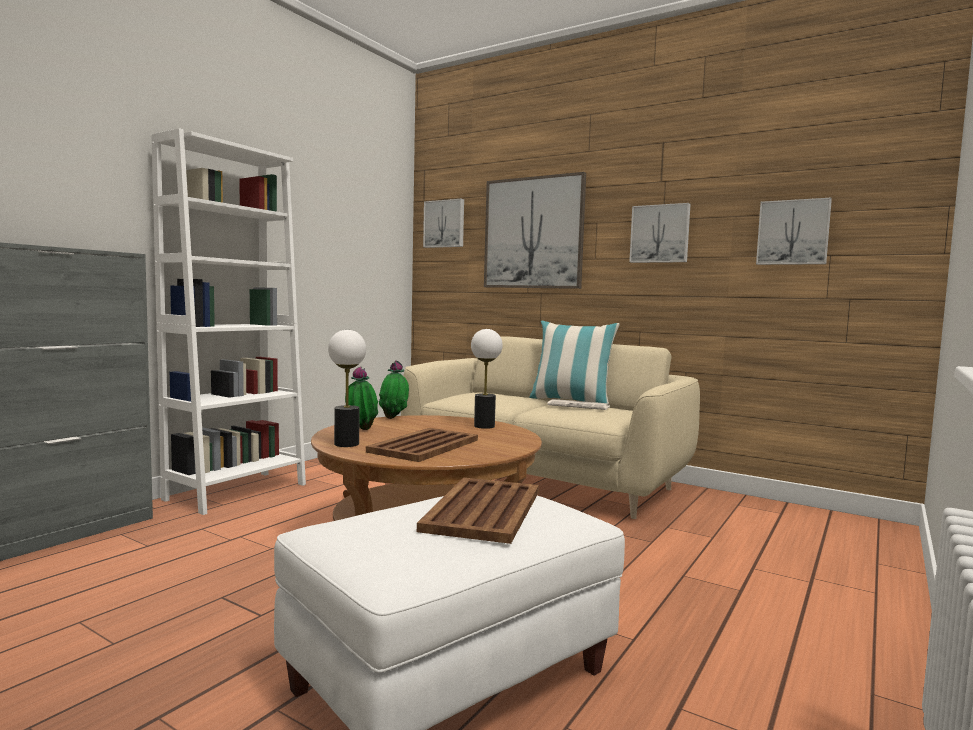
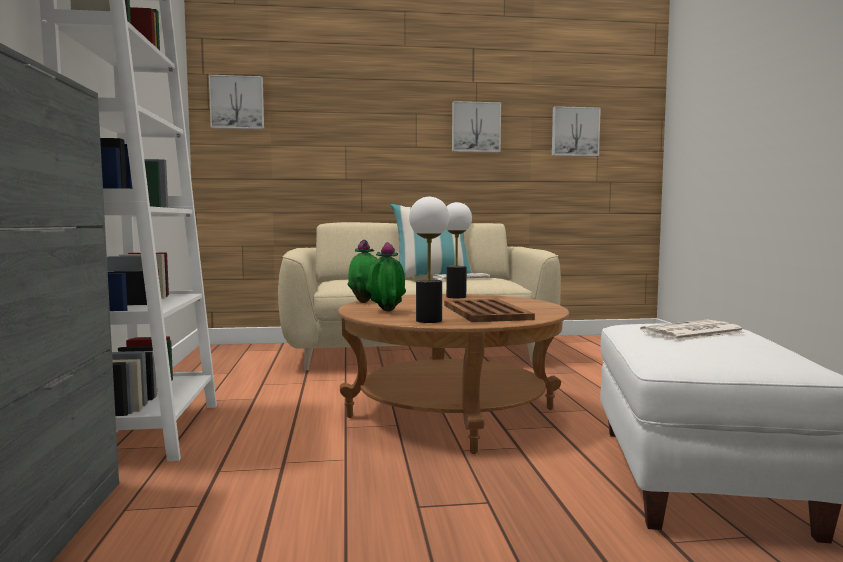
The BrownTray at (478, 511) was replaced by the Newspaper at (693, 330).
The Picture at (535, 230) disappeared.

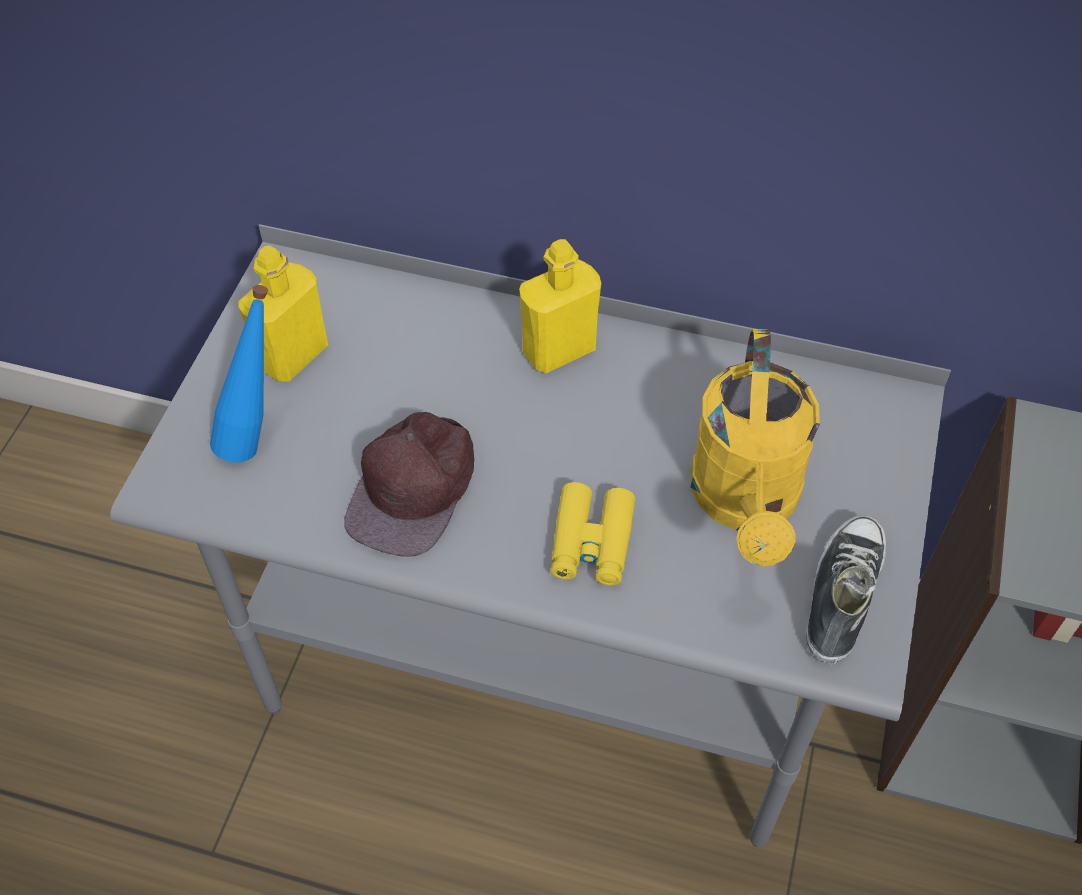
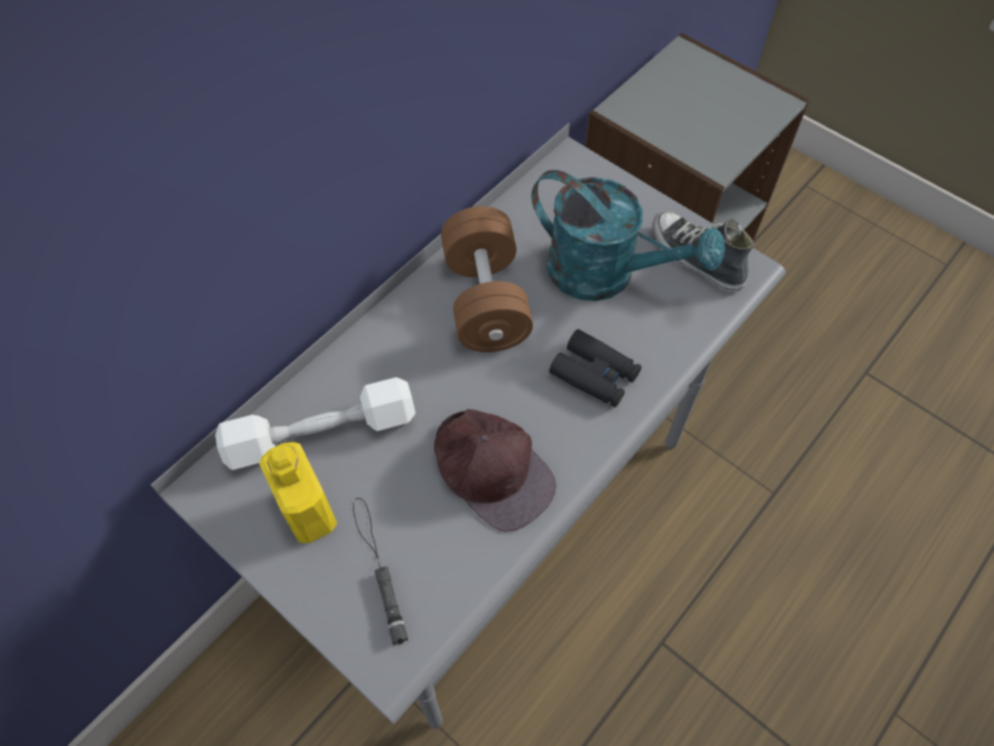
The WhiteDumbbell at (315, 423) appeared.
The BlueBottle at (239, 373) was replaced by the BlackFlashlight at (380, 571).
The BrownDumbbell at (487, 279) appeared.
The YellowWateringCan at (755, 447) became the TurquoiseWateringCan at (628, 235).
The YellowBinoculars at (592, 534) became the BlackBinoculars at (595, 368).
The YellowBottle at (560, 306) disappeared.

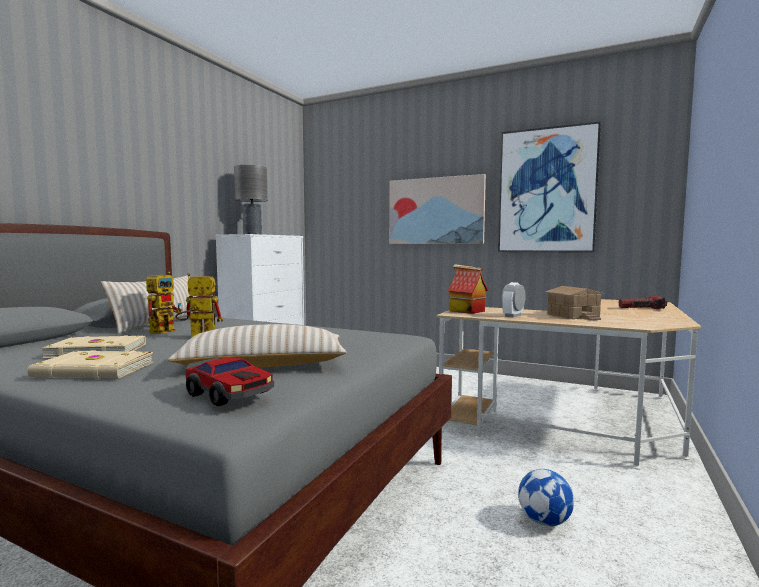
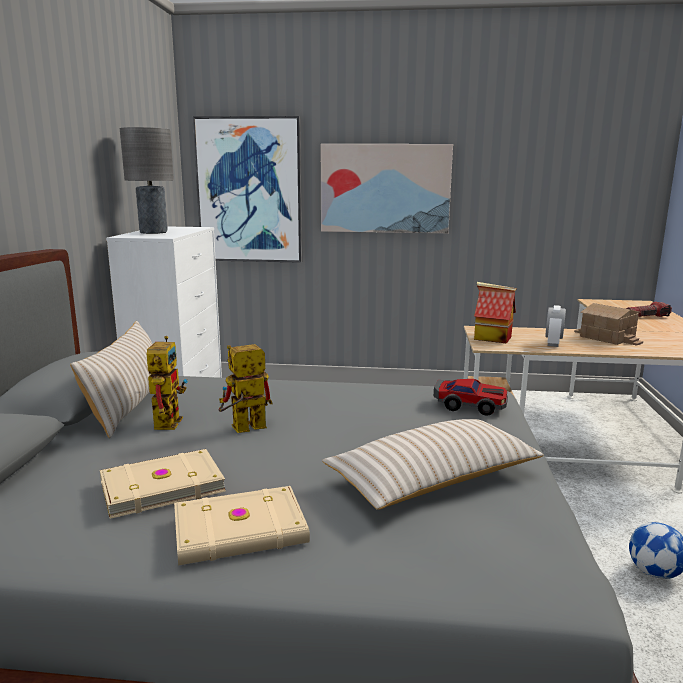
The Picture moved from (549, 187) to (247, 189).
The ToyCar moved from (230, 382) to (470, 397).

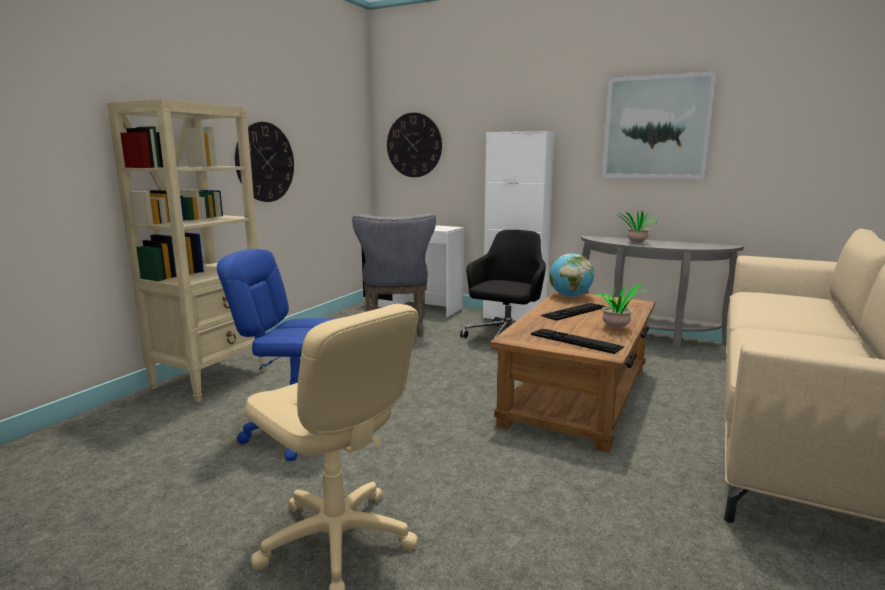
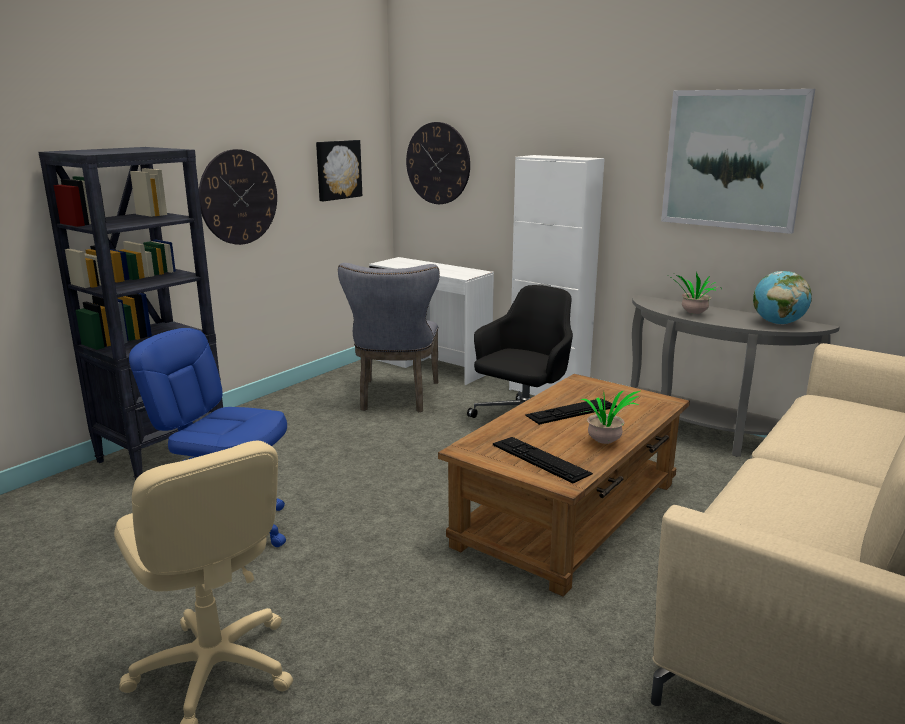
The BeigeBookcase at (186, 250) became the BlackBookcase at (131, 313).
The Picture at (339, 170) appeared.
The Globe moved from (571, 275) to (782, 298).

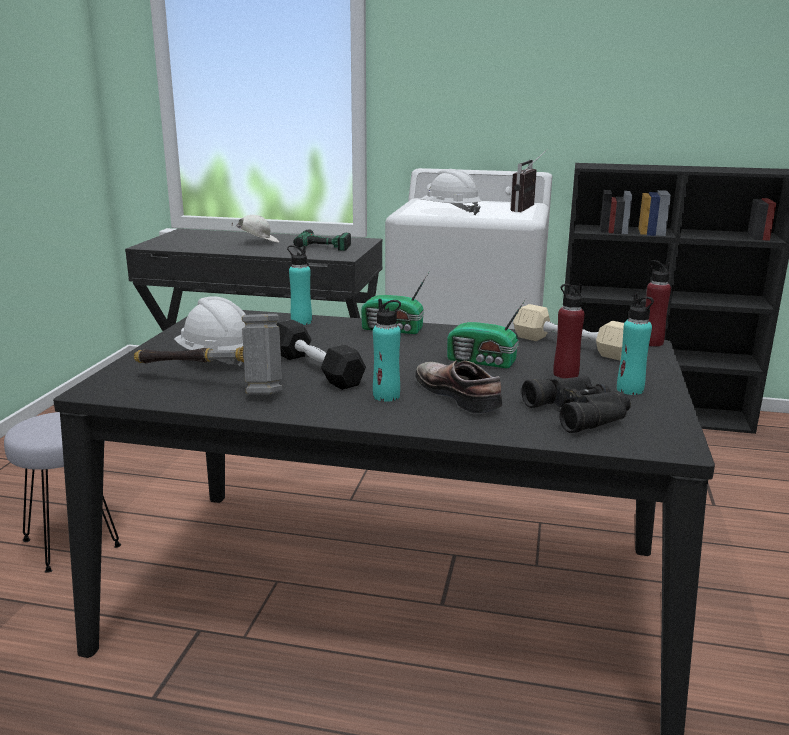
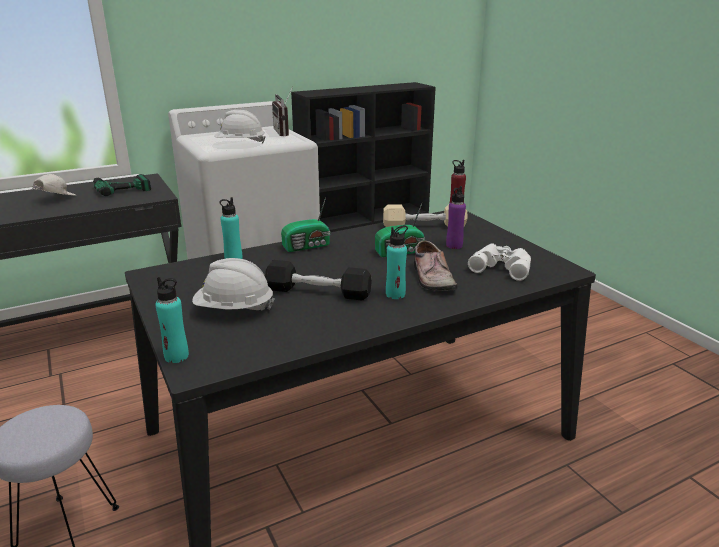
The TurquoiseBottle moved from (635, 344) to (172, 320).
The Shoe at (458, 387) turned 120 degrees counterclockwise.
The RedBottle at (569, 331) became the PurpleBottle at (456, 217).
The BlackBinoculars at (576, 404) became the WhiteBinoculars at (499, 262).
The Hammer at (208, 354) disappeared.

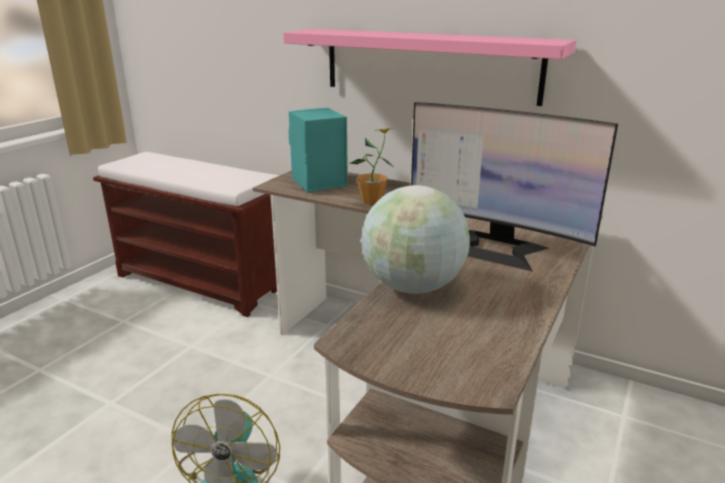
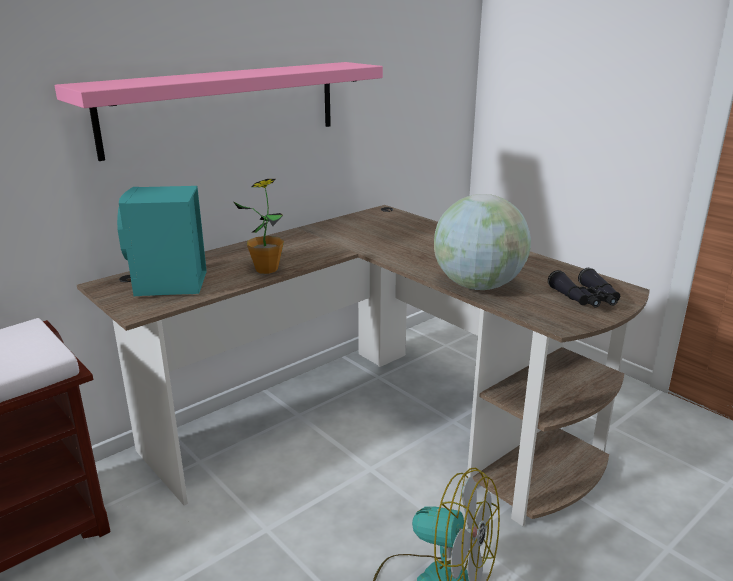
The BlackBinoculars at (584, 287) appeared.
The Monitor at (514, 187) disappeared.

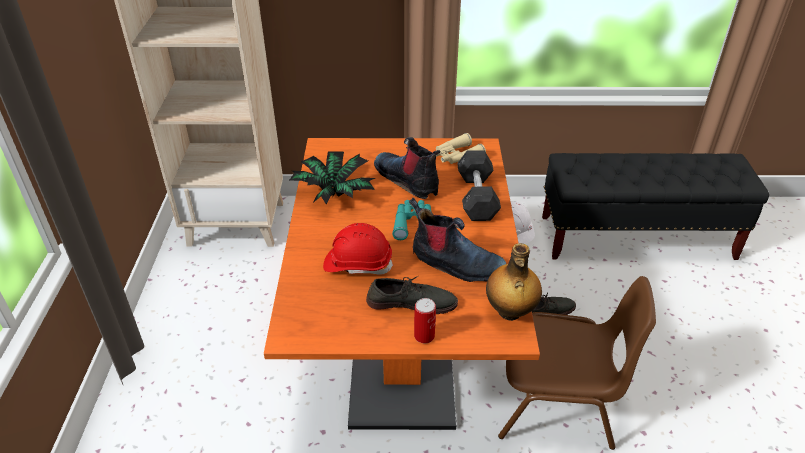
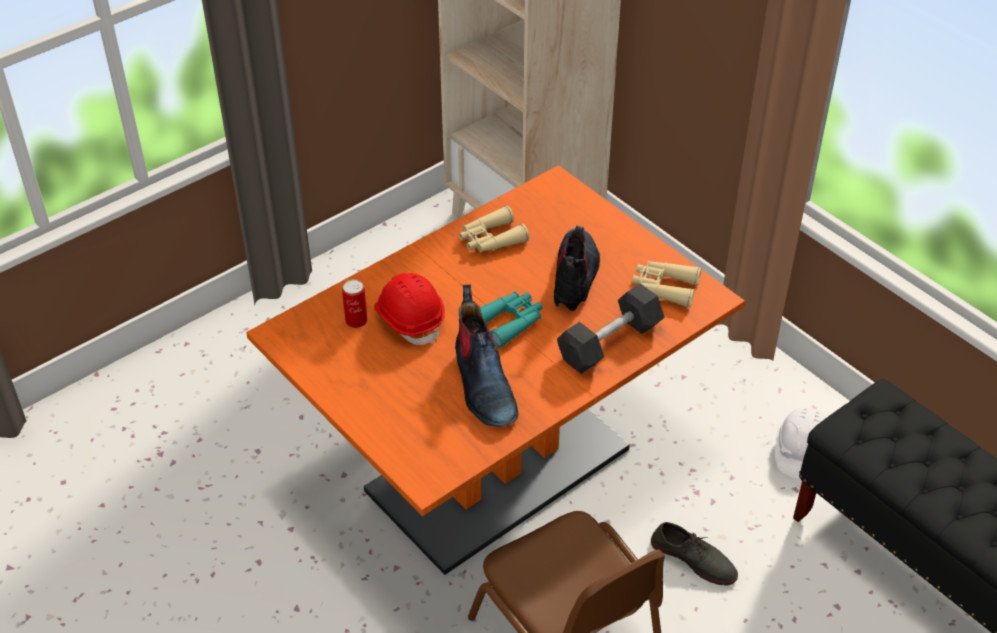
The Can moved from (425, 320) to (354, 304).
The PottedPlant at (332, 178) was replaced by the BeigeBinoculars at (494, 229).
The GreyShoe at (412, 295) disappeared.
The Bottle at (514, 282) disappeared.

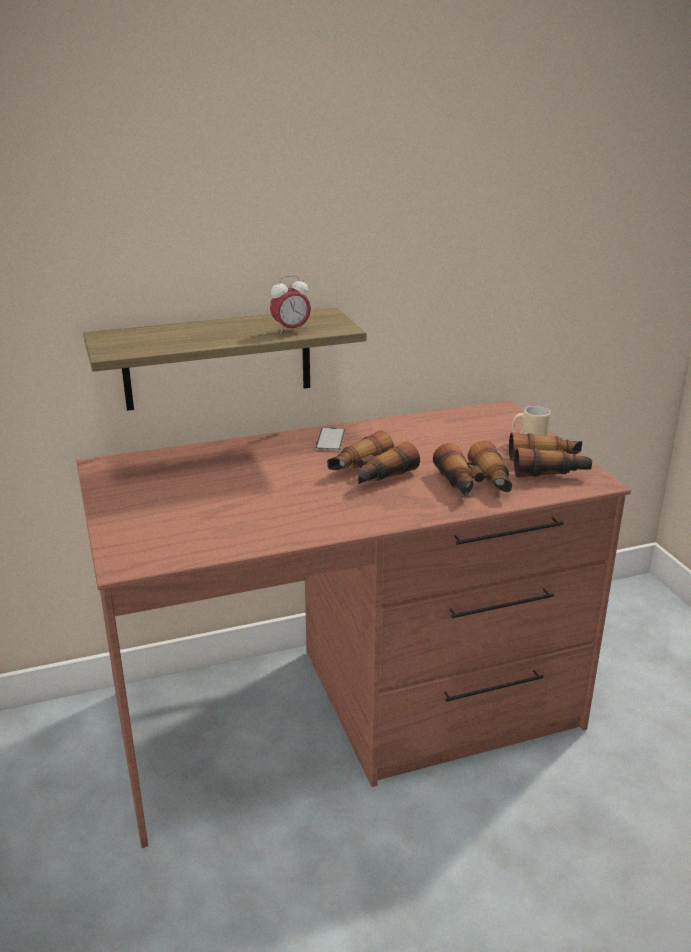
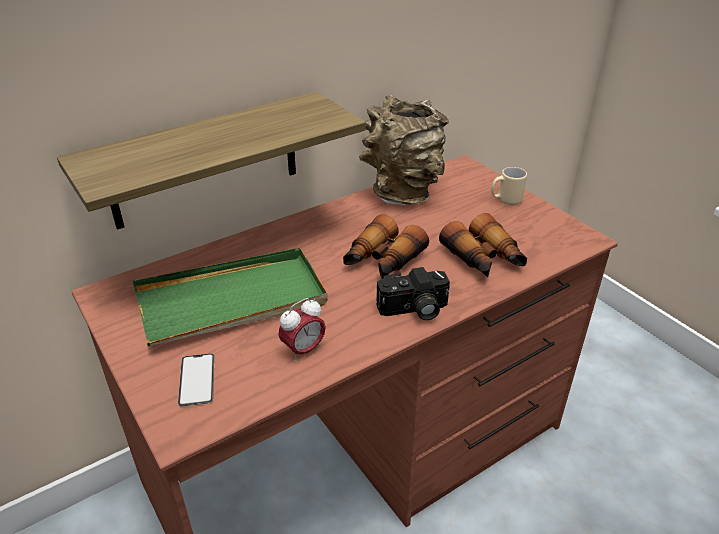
The GreenTray at (230, 296) appeared.
The Phone moved from (330, 438) to (196, 380).
The AlarmClock moved from (290, 304) to (302, 329).
The BrownVase at (404, 150) appeared.
The PhotoCamera at (413, 293) appeared.
The Binoculars at (550, 455) disappeared.

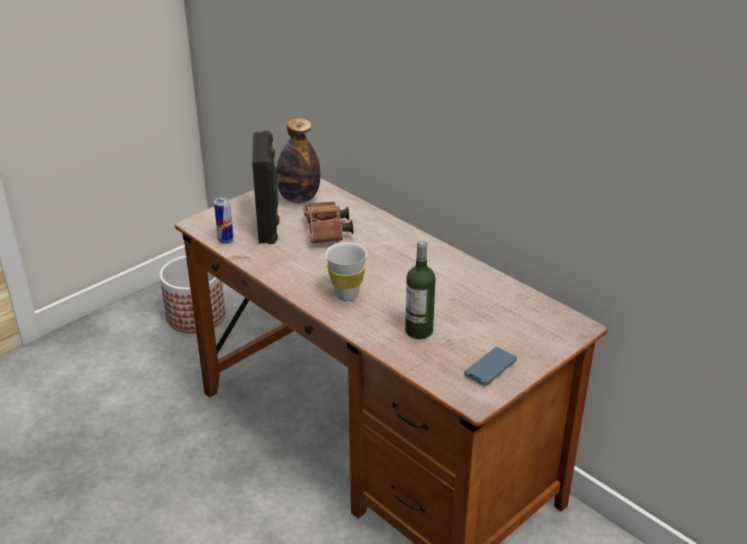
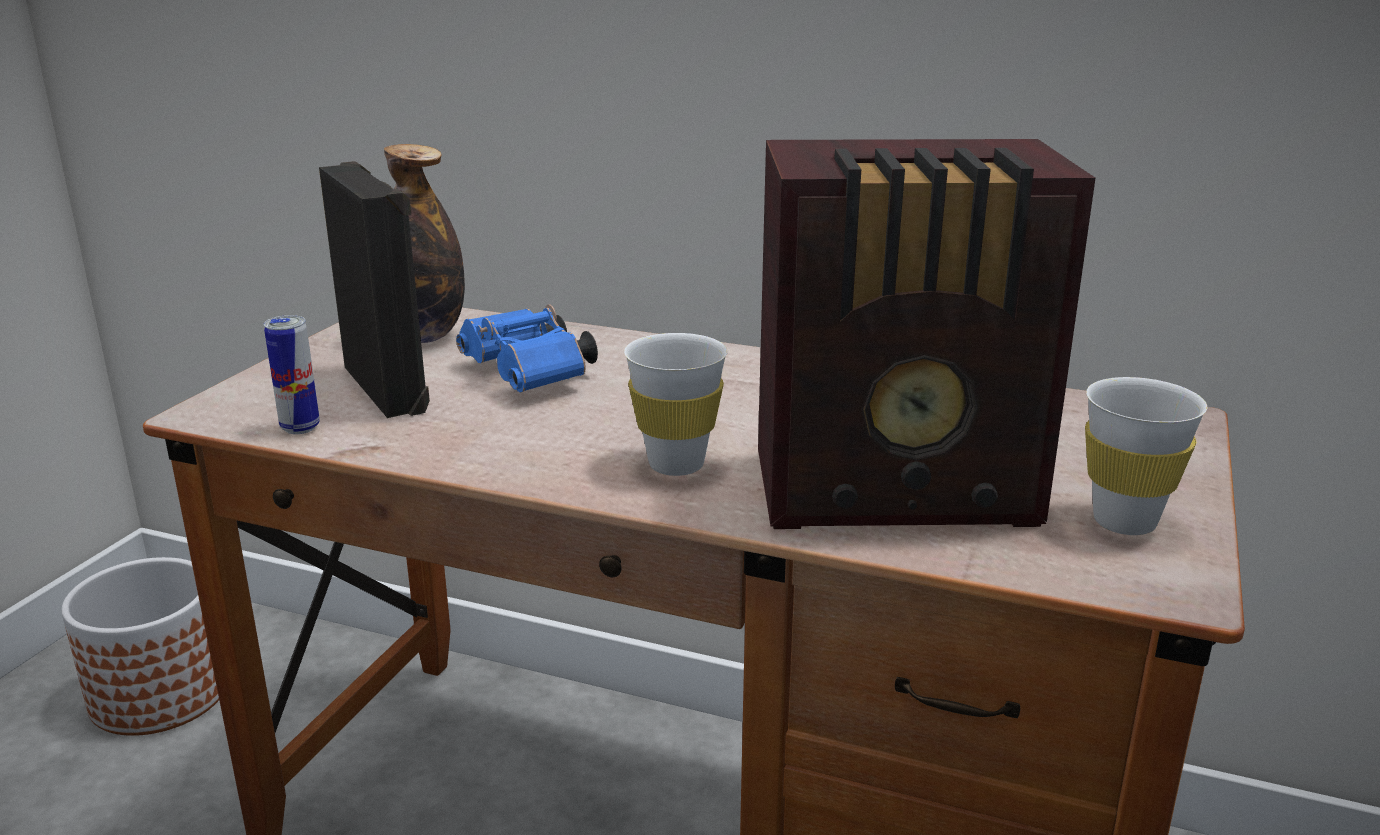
The BrownBinoculars at (328, 222) became the BlueBinoculars at (527, 348).
The Bottle at (420, 289) was replaced by the Radio at (926, 334).
The Phone at (490, 366) was replaced by the WhiteCup at (1146, 456).

